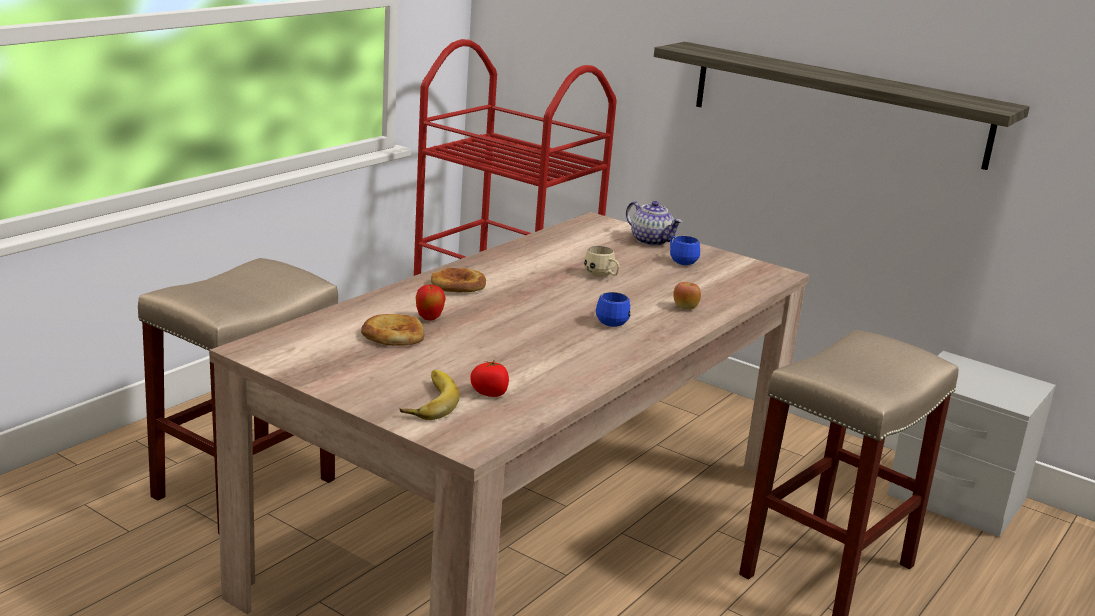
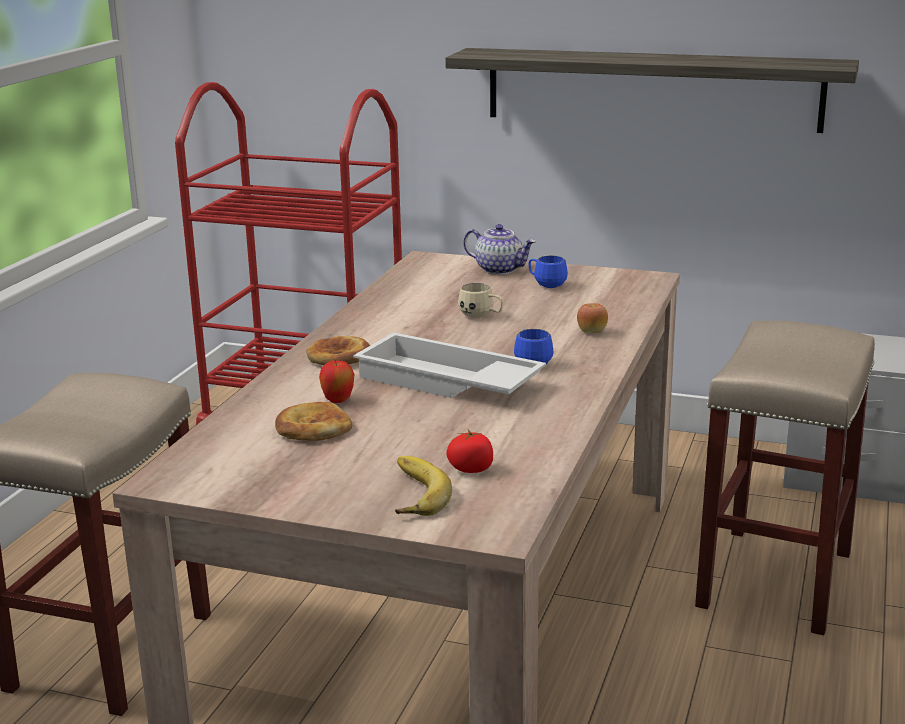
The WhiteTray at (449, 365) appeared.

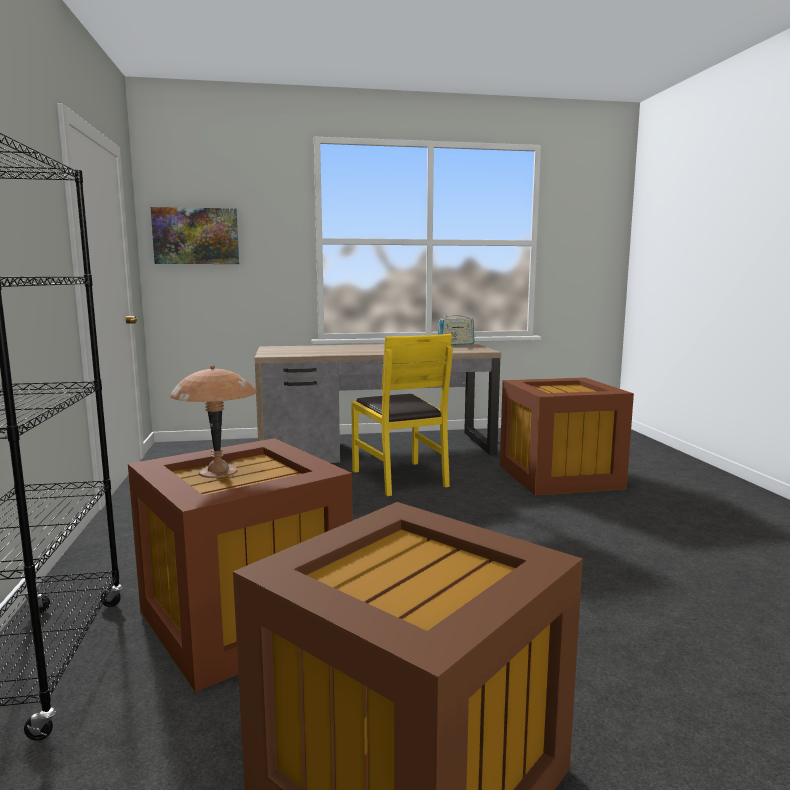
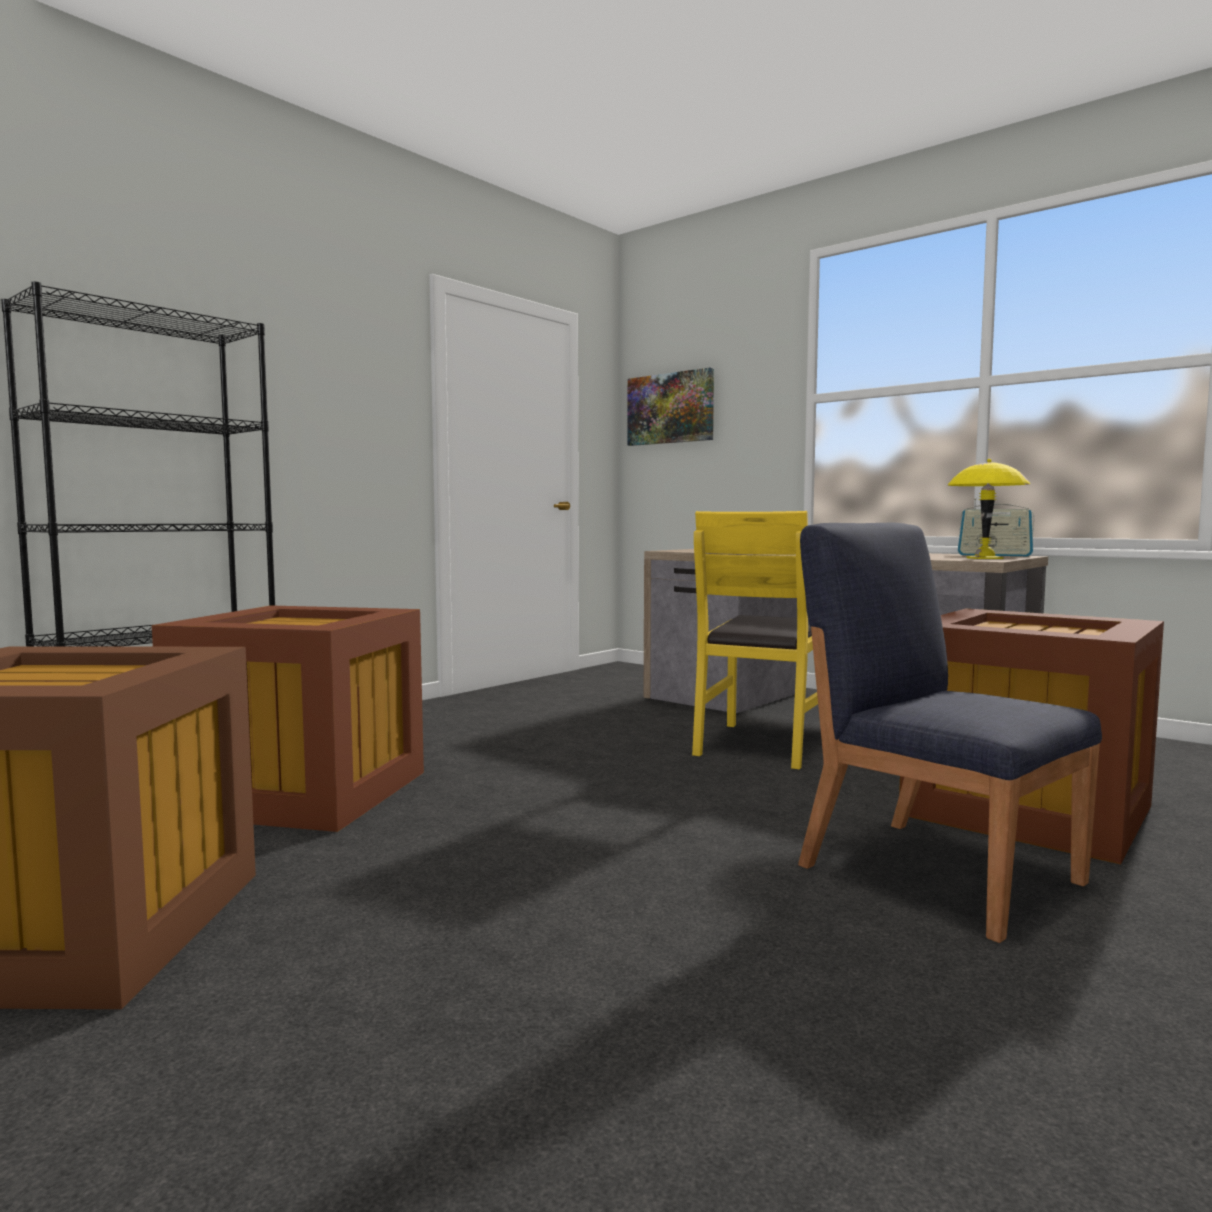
The BlueChair at (950, 733) appeared.
The YellowTableLamp at (989, 509) appeared.
The BrownTableLamp at (213, 421) disappeared.

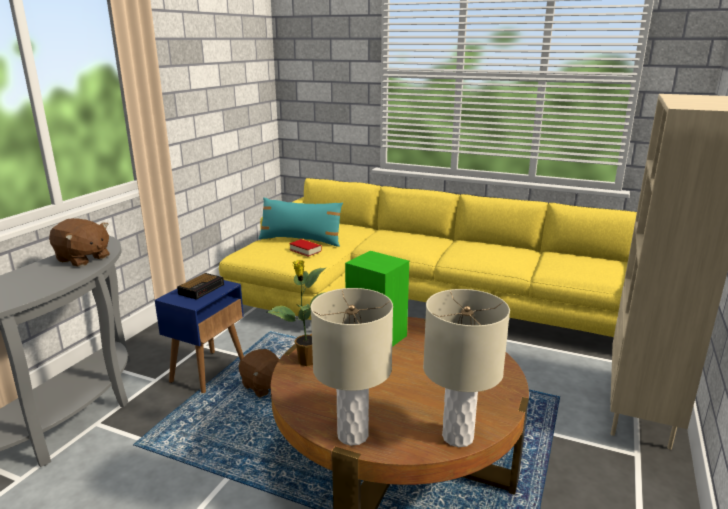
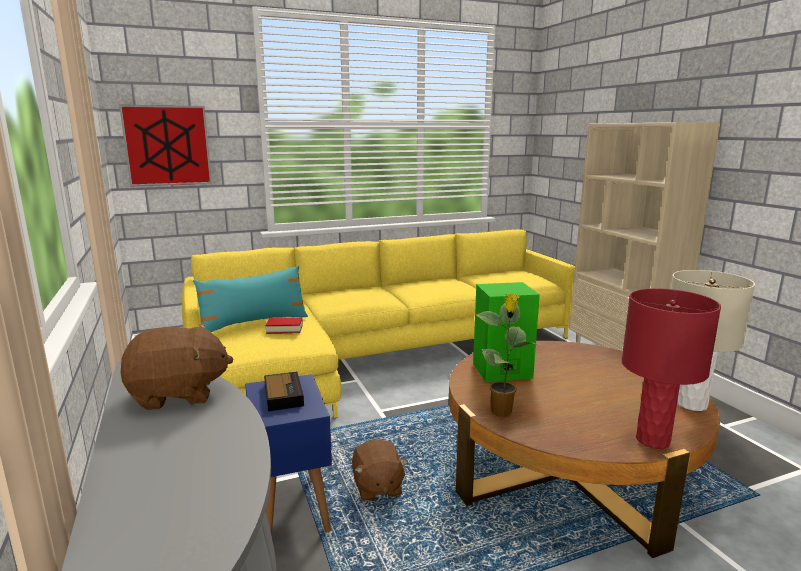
The Picture at (165, 145) appeared.
The BrownPlushToy at (258, 373) turned 75 degrees clockwise.
The BeigeTableLamp at (352, 367) became the RedTableLamp at (671, 368).

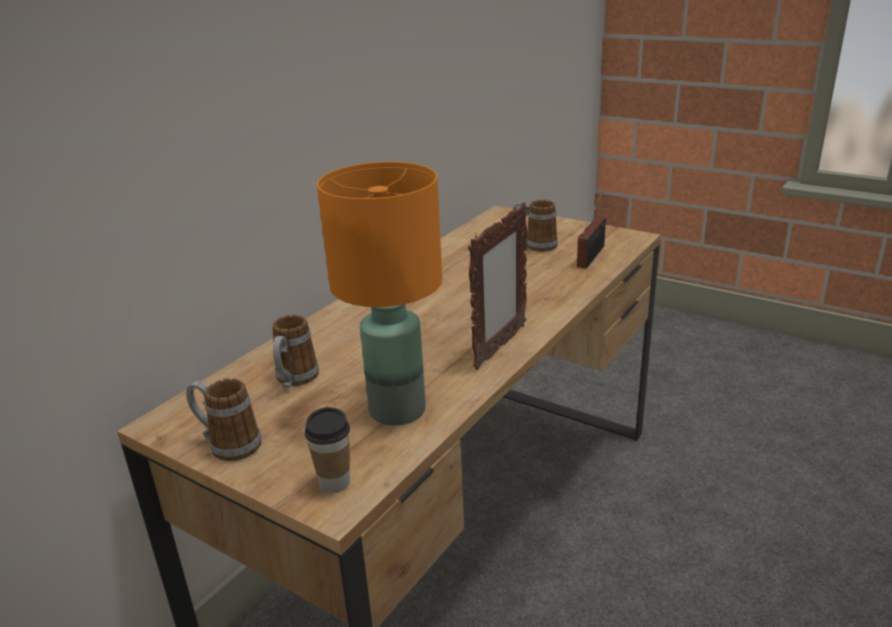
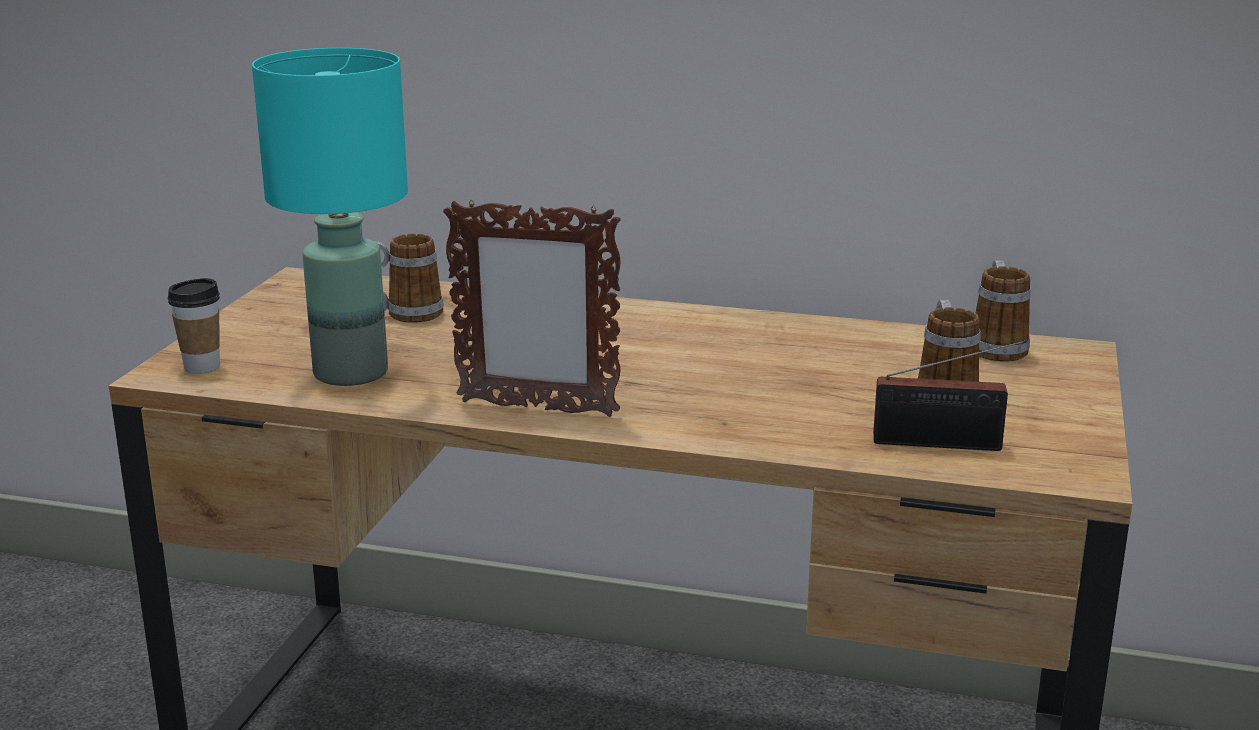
The OrangeTableLamp at (379, 294) became the TurquoiseTableLamp at (330, 217).
The Mug moved from (223, 419) to (1003, 311).

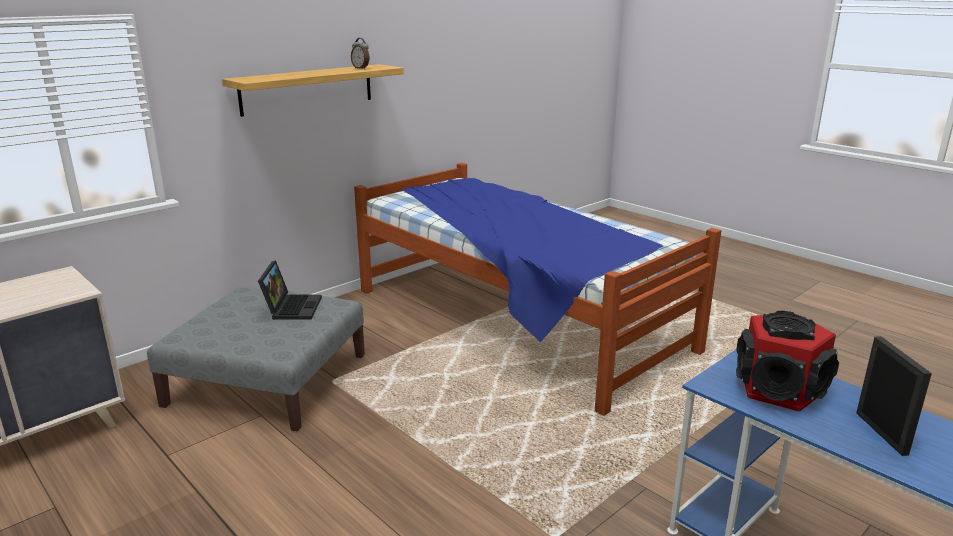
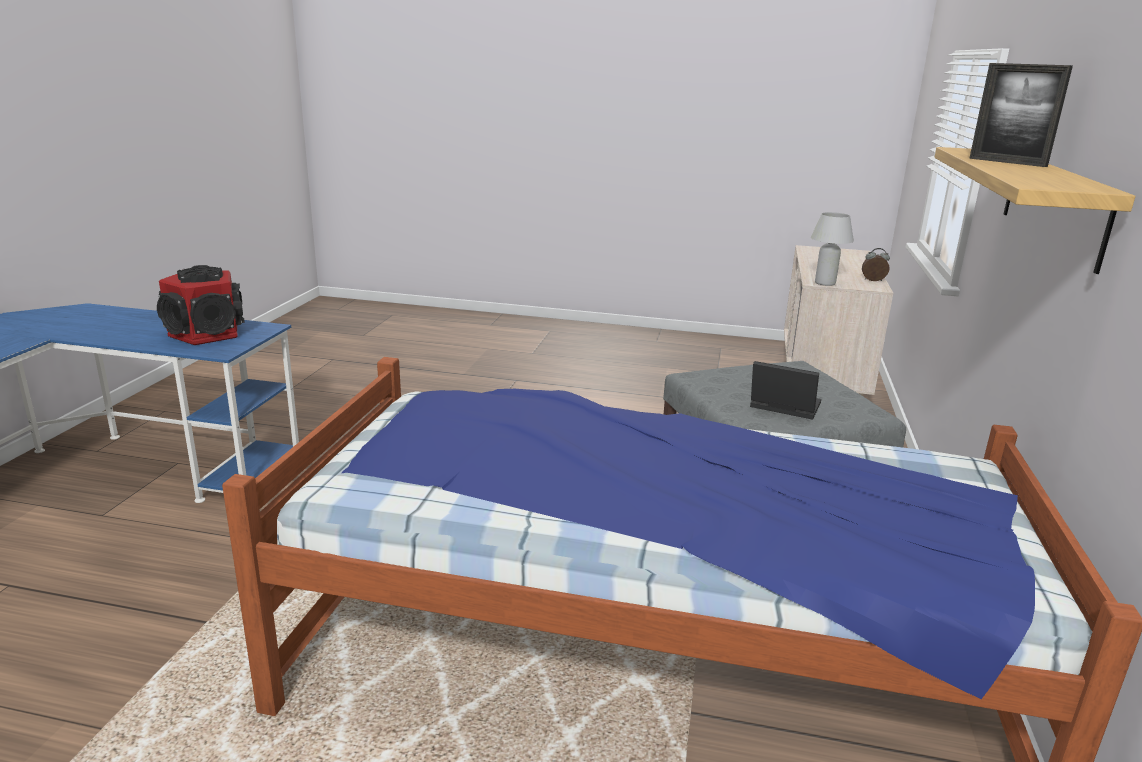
The Laptop at (290, 290) turned 150 degrees clockwise.
The WhiteTableLamp at (832, 249) appeared.
The AlarmClock moved from (360, 53) to (876, 264).
The PictureFrame moved from (894, 396) to (1021, 115).

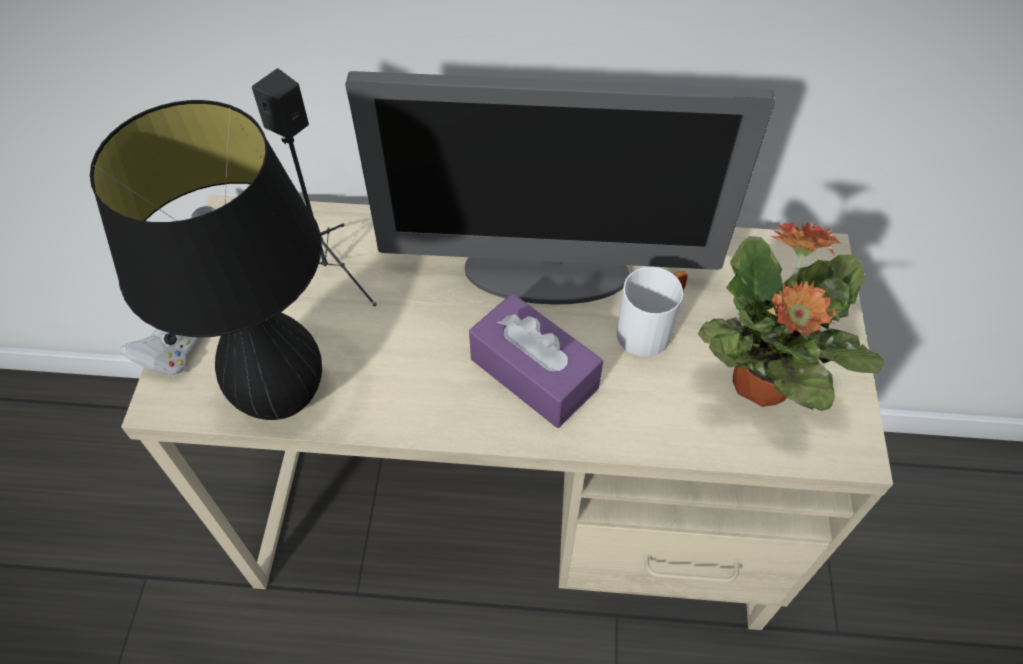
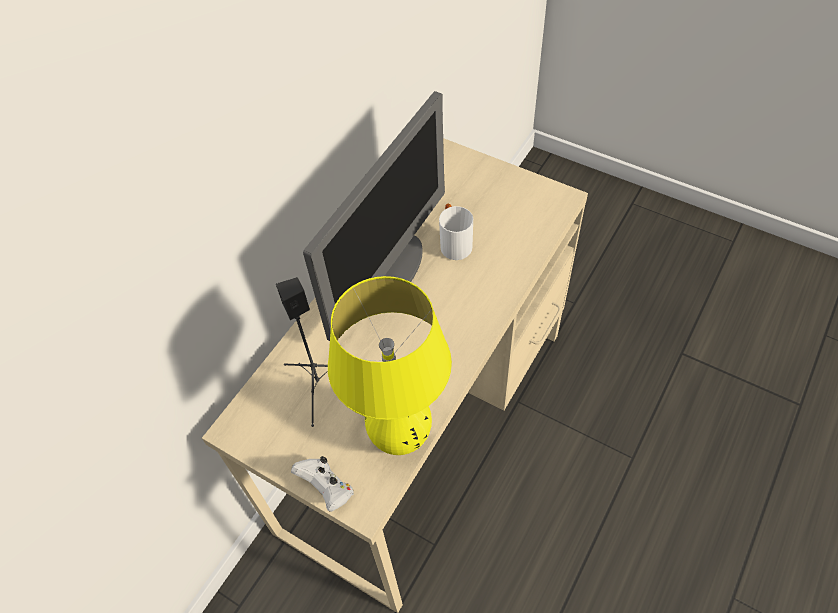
The BlackTableLamp at (206, 260) became the YellowTableLamp at (390, 365).
The PurpleTissueBox at (536, 361) disappeared.
The PottedPlant at (791, 316) disappeared.

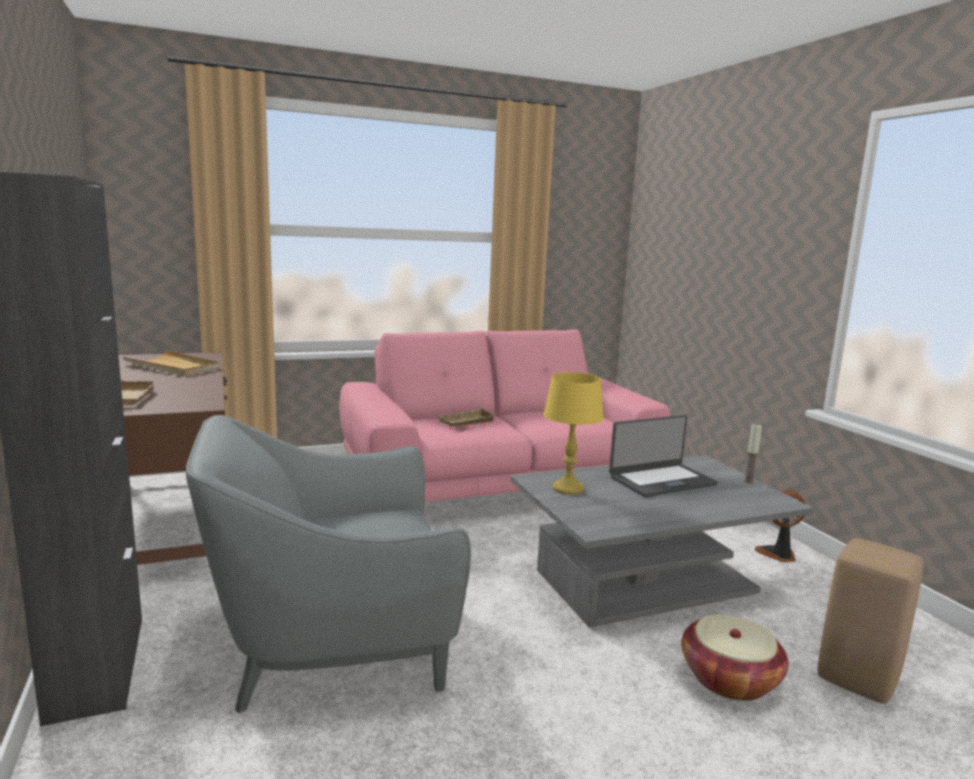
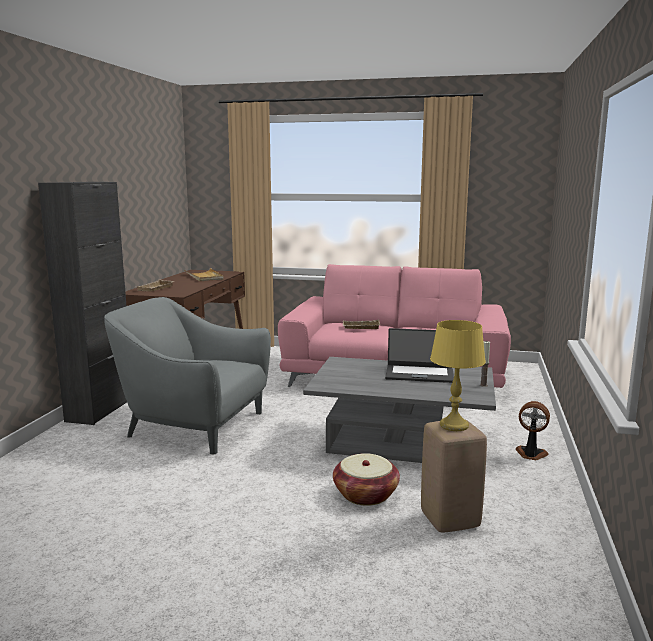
The YellowTableLamp moved from (574, 433) to (458, 375).

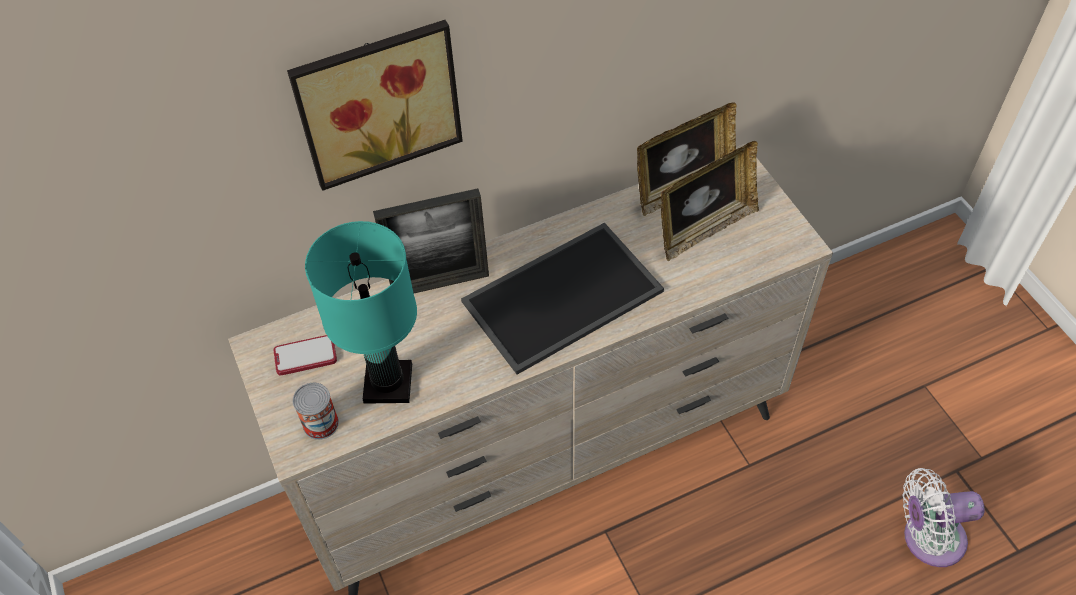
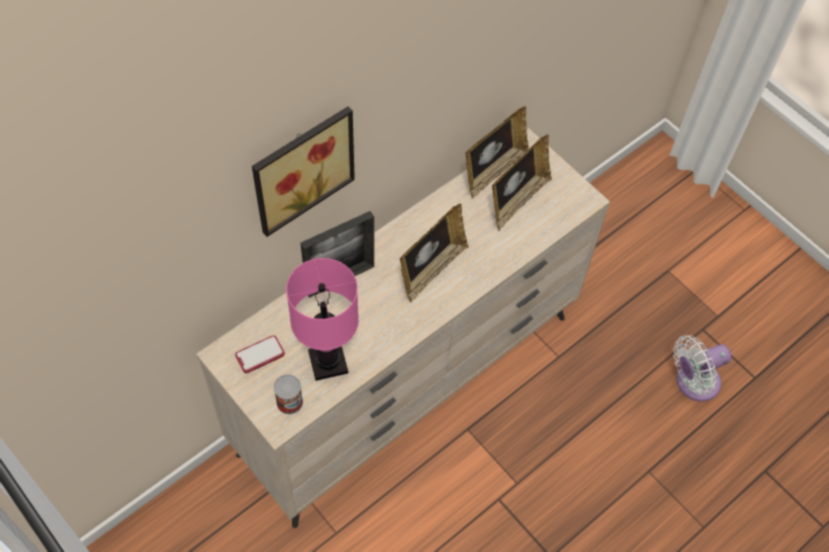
The TurquoiseTableLamp at (361, 312) became the PinkTableLamp at (322, 319).
The Tray at (562, 298) was replaced by the PictureFrame at (434, 253).

